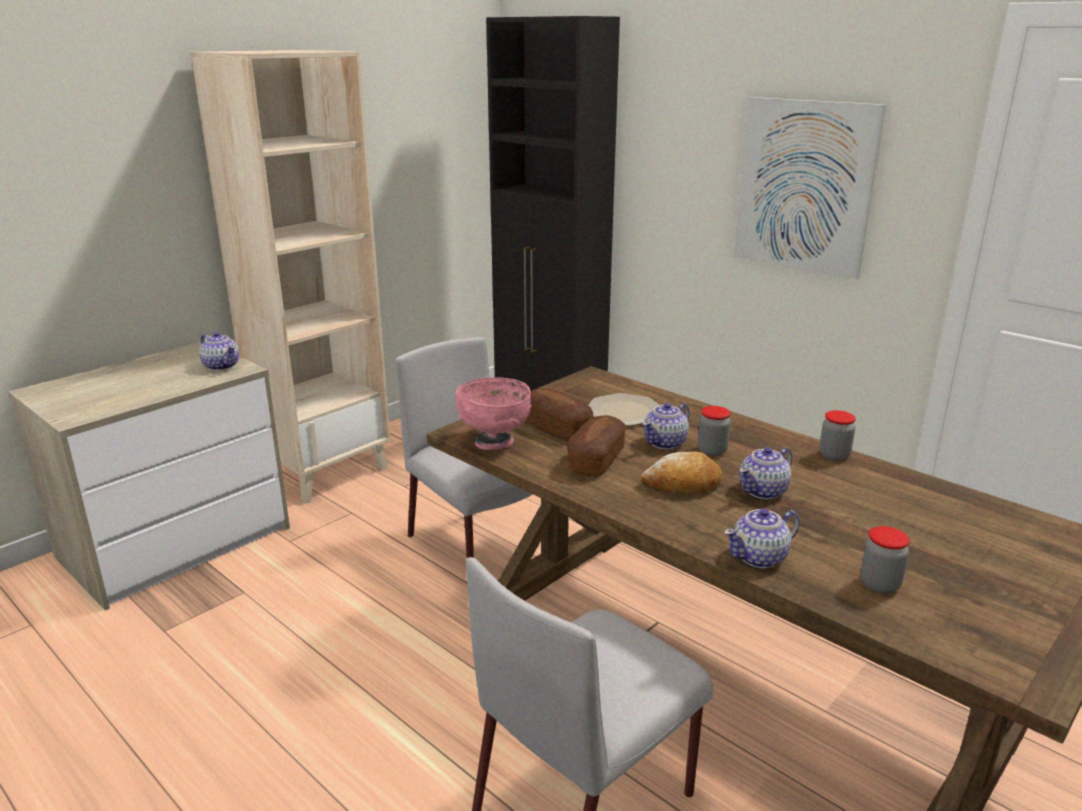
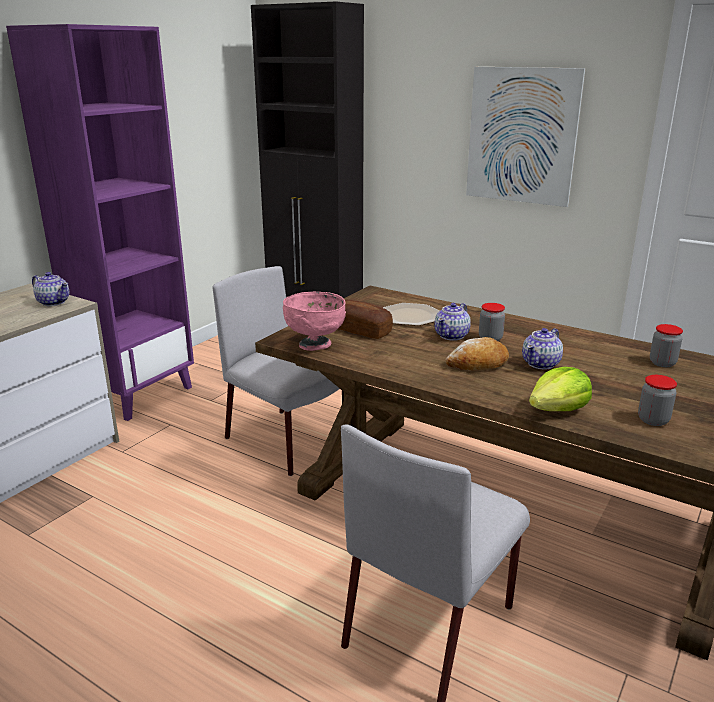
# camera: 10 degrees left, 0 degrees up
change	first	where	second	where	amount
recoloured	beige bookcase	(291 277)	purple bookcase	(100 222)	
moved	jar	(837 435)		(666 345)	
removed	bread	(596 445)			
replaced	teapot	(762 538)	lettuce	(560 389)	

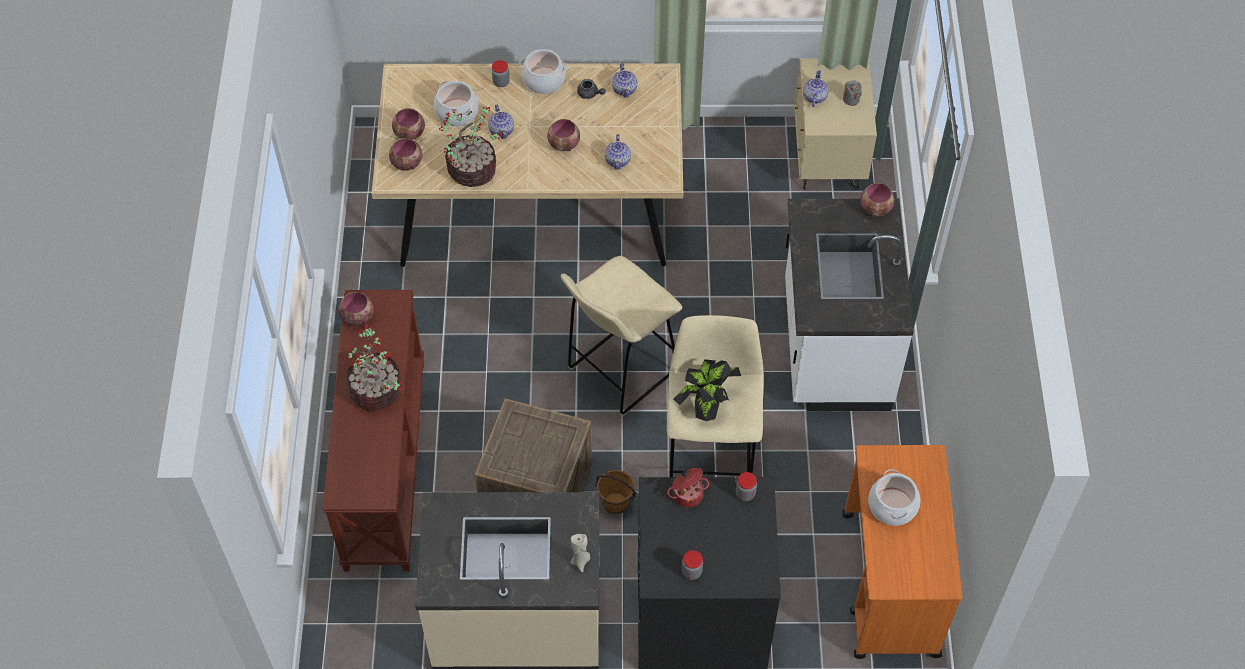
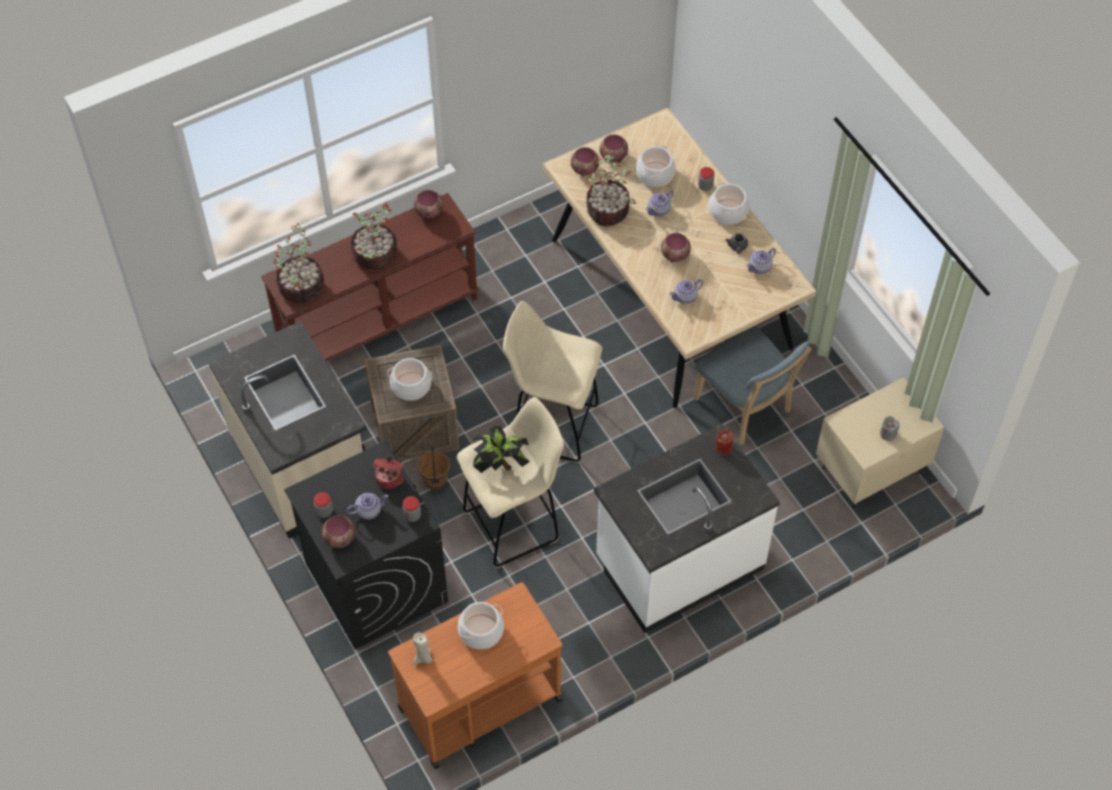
# camera: 60 degrees right, 0 degrees up
change	first	where	second	where	amount
moved	teapot	(815 88)		(367 506)	
moved	bowl	(877 199)		(339 531)	
moved	beige candle	(580 553)		(422 648)	
added			potted plant	(298 263)	
added			blue chair	(752 385)	
added			cooking pot	(409 379)	
added			red candle	(724 442)	

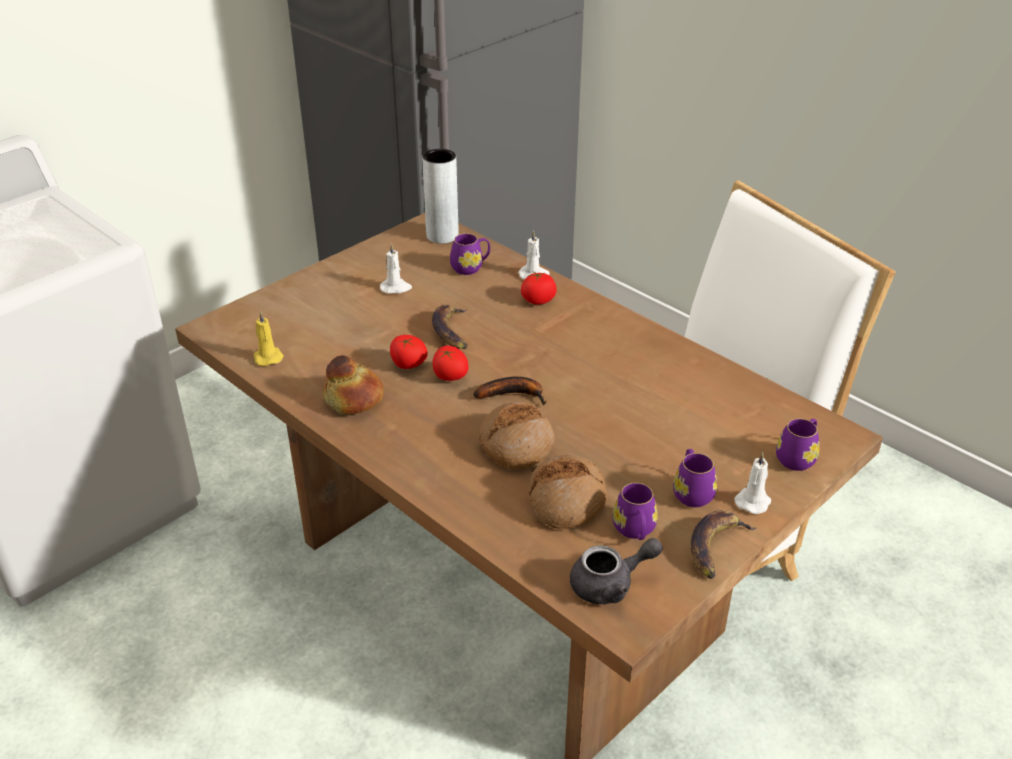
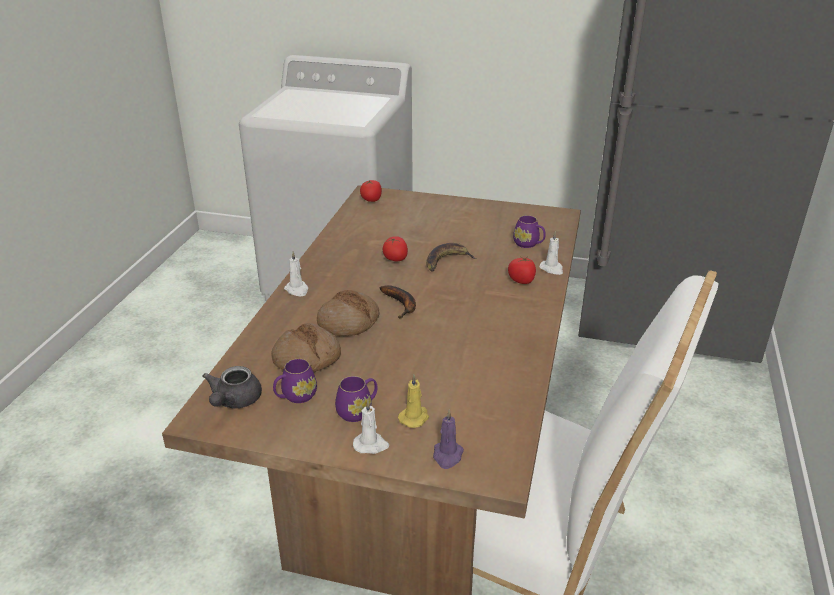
# camera: 60 degrees right, 5 degrees down
change	first	where	second	where	amount
removed	grey vase	(440 196)			
moved	white candle	(396 268)		(296 274)	
moved	yellow candle	(268 338)		(413 401)	
moved	tomato	(450 363)		(371 191)	
removed	bread	(353 384)			
replaced	purple mug	(797 444)	purple candle	(448 439)	
removed	banana	(723 544)			
turned	grey teapot	(616 571)		(232 387)	60 degrees clockwise

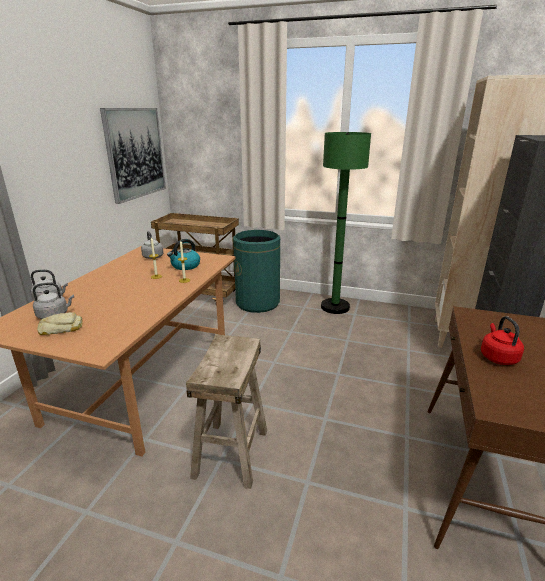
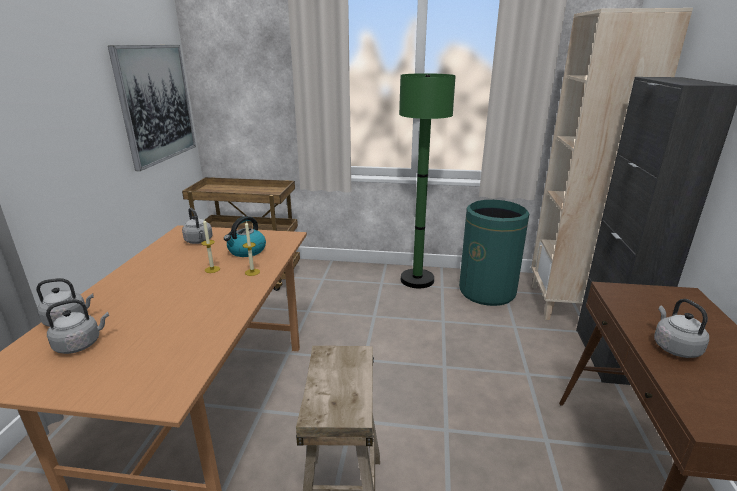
# camera: 10 degrees left, 0 degrees up
change	first	where	second	where	amount
moved	green trash can	(256 271)		(494 253)	
removed	bread	(60 323)			
recoloured	red kettle	(502 340)	grey kettle	(681 328)	

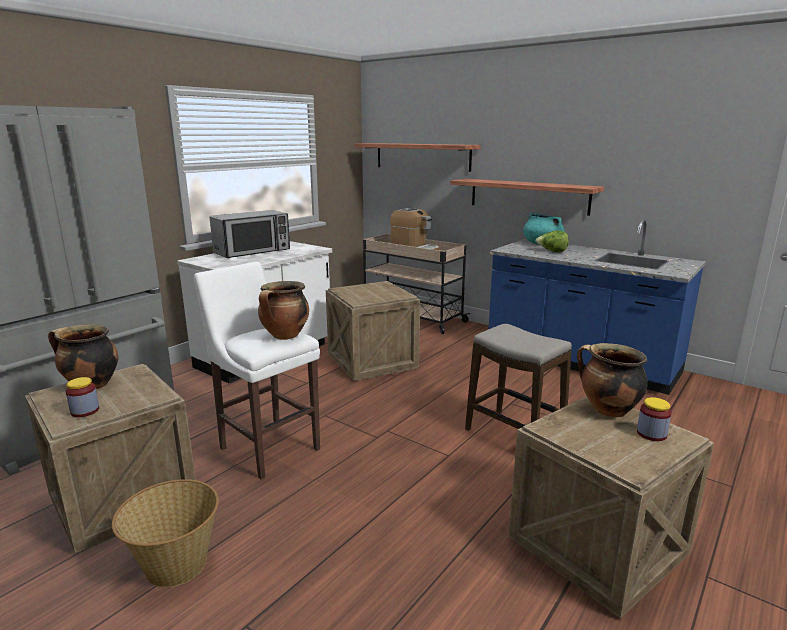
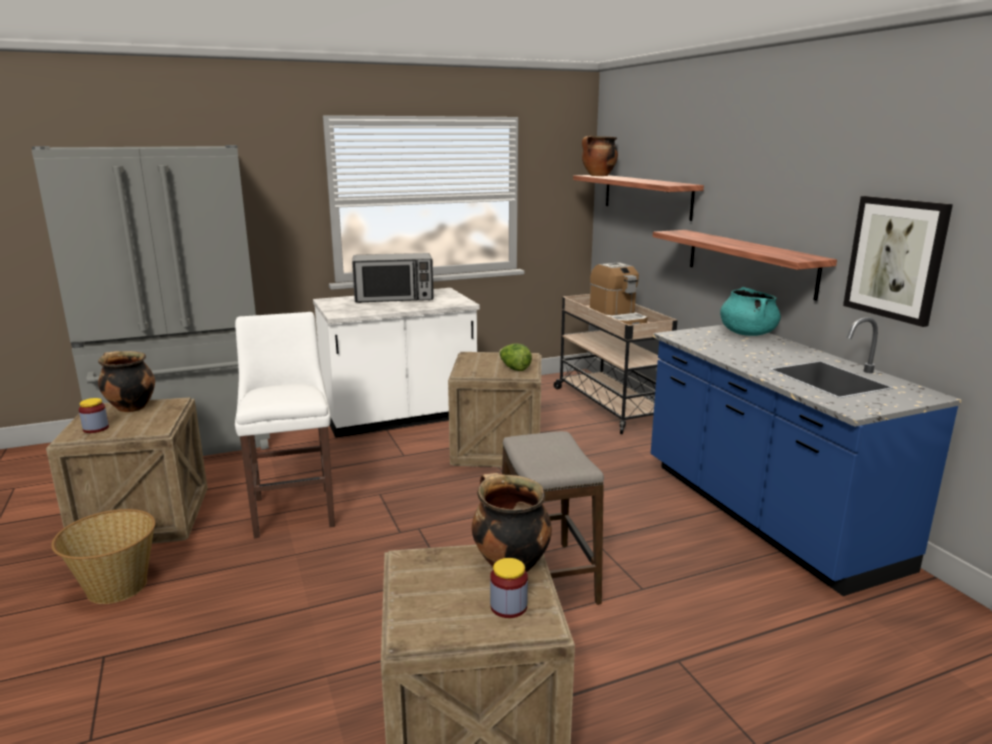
# camera: 30 degrees right, 0 degrees up
change	first	where	second	where	amount
moved	lettuce	(552 241)		(515 357)	
moved	cooking pot	(283 310)		(600 155)	
added			picture	(898 261)	

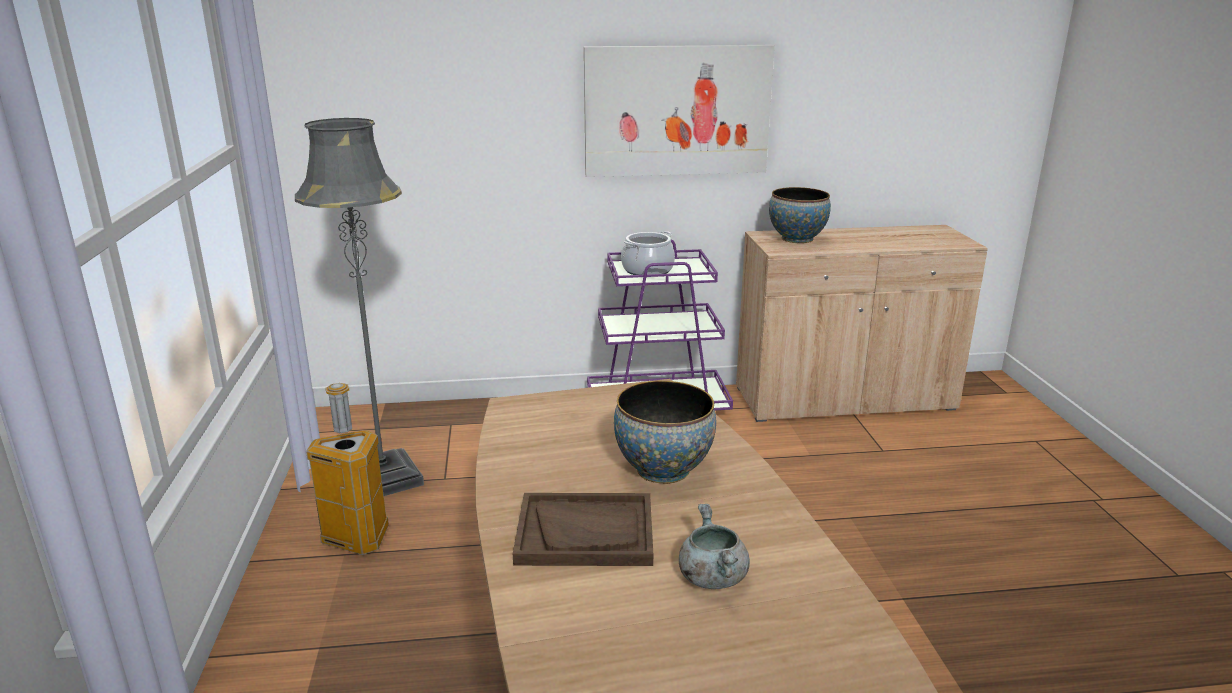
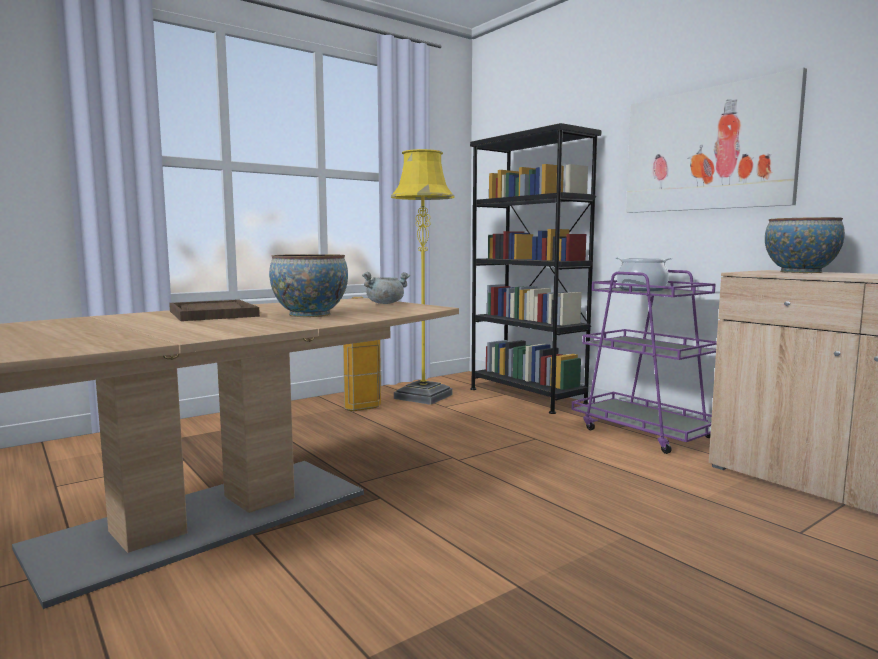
# camera: 60 degrees right, 15 degrees down
change	first	where	second	where	amount
recoloured	grey floor lamp	(359 307)	yellow floor lamp	(423 277)	
moved	grey cooking pot	(714 546)		(386 288)	
added			black bookcase	(536 268)	

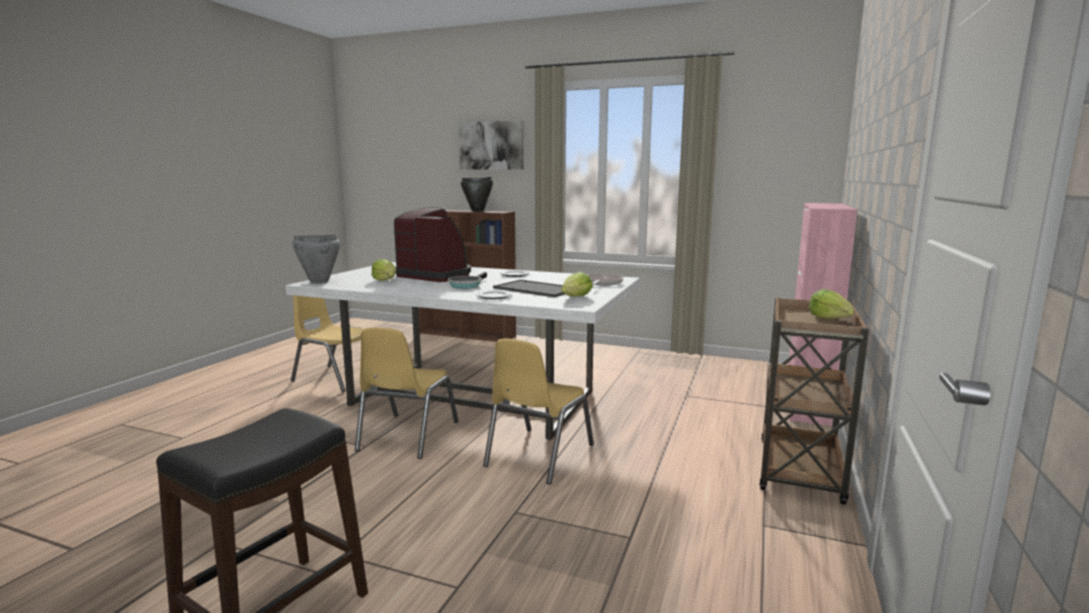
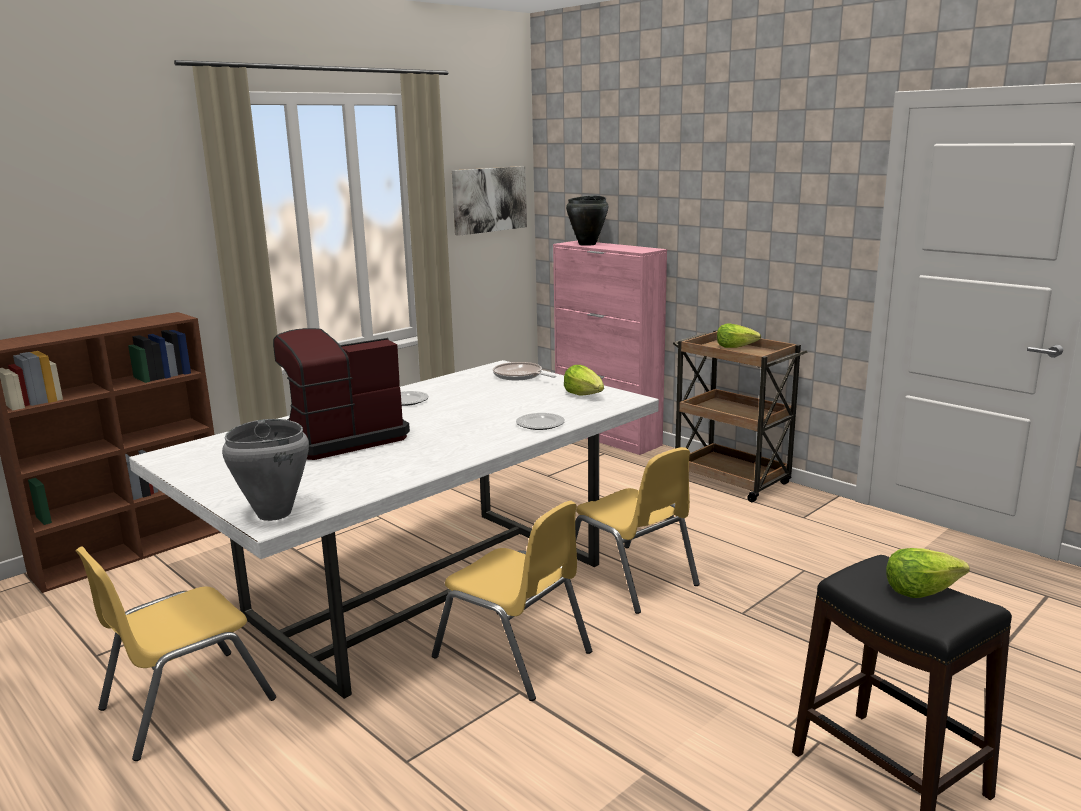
# camera: 65 degrees left, 5 degrees up
change	first	where	second	where	amount
moved	picture	(491 145)		(489 201)	
moved	black cooking pot	(477 194)		(587 220)	
moved	lettuce	(383 270)		(928 573)	
removed	frying pan	(467 280)			
removed	tray	(528 288)			

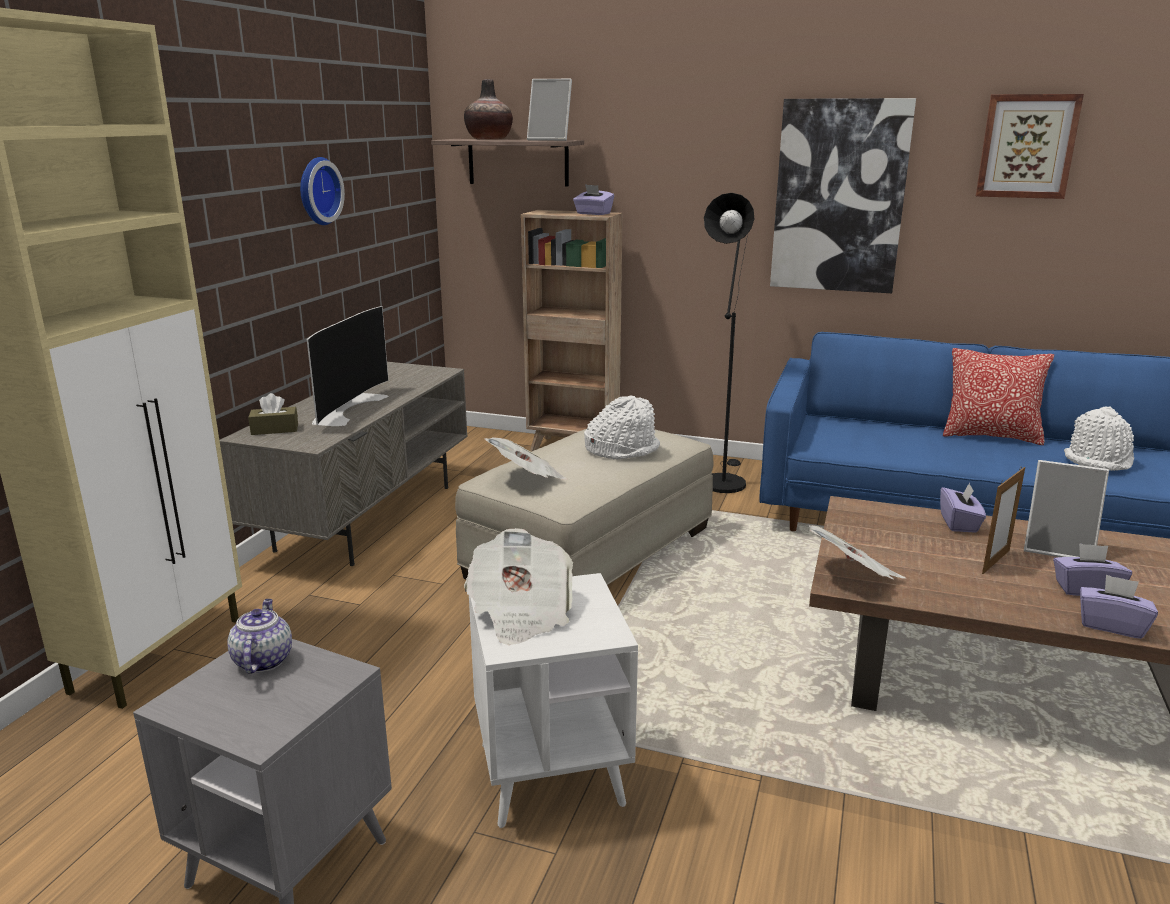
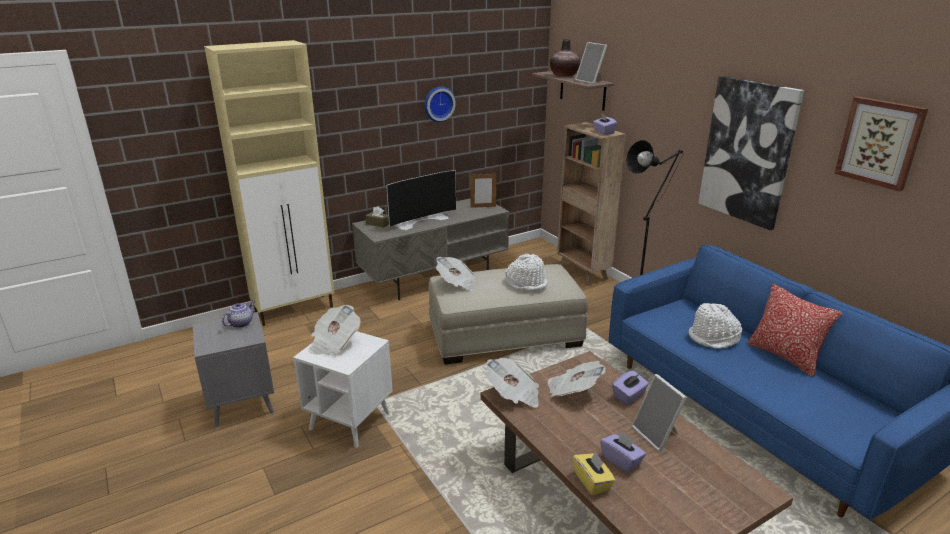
# camera: 40 degrees right, 5 degrees up
change	first	where	second	where	amount
moved	white hat	(1099 438)		(715 326)	
moved	picture frame	(1003 520)		(483 190)	
recoloured	purple tissue box	(1119 606)	yellow tissue box	(594 473)	
added			newspaper	(576 379)	

